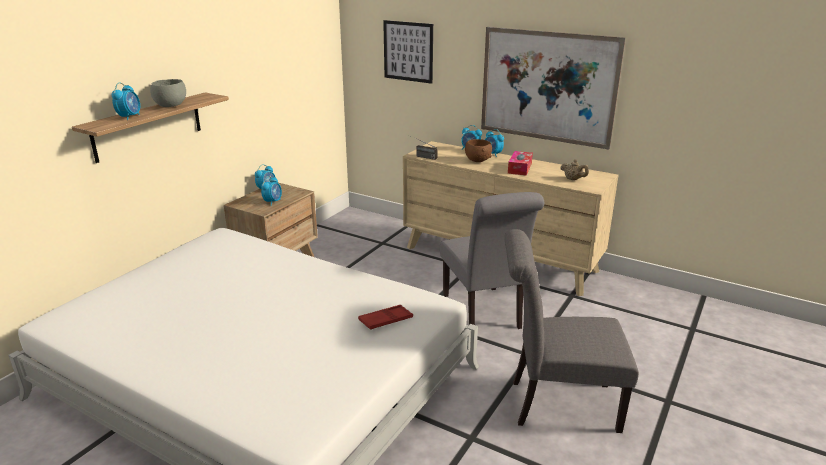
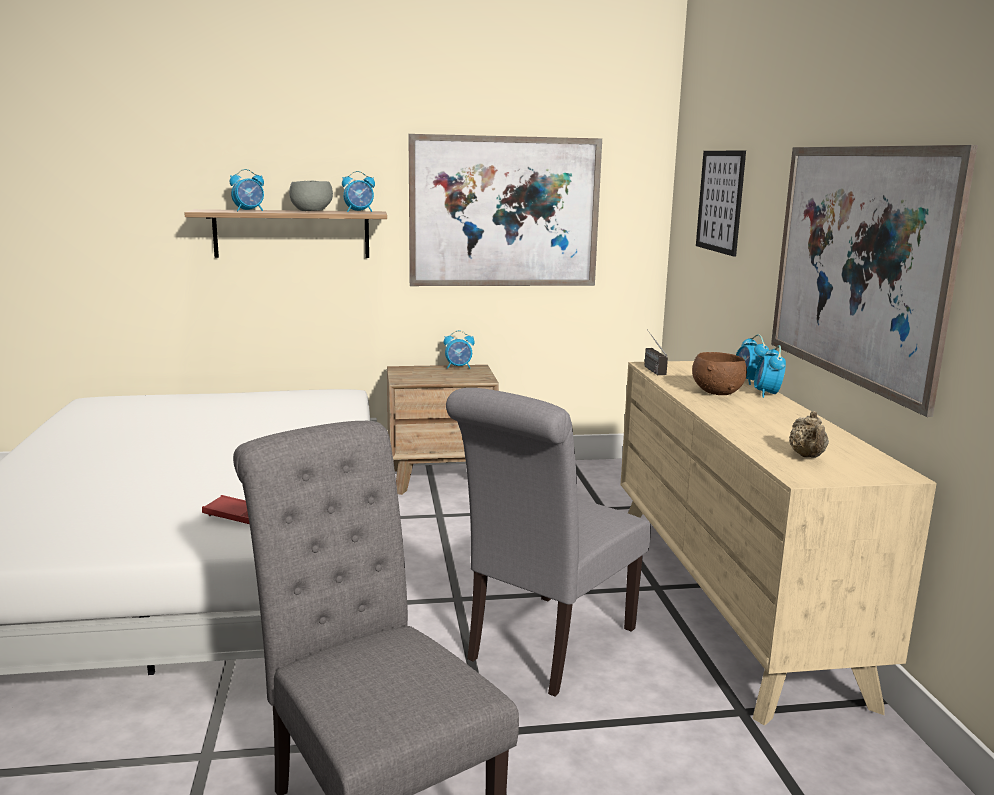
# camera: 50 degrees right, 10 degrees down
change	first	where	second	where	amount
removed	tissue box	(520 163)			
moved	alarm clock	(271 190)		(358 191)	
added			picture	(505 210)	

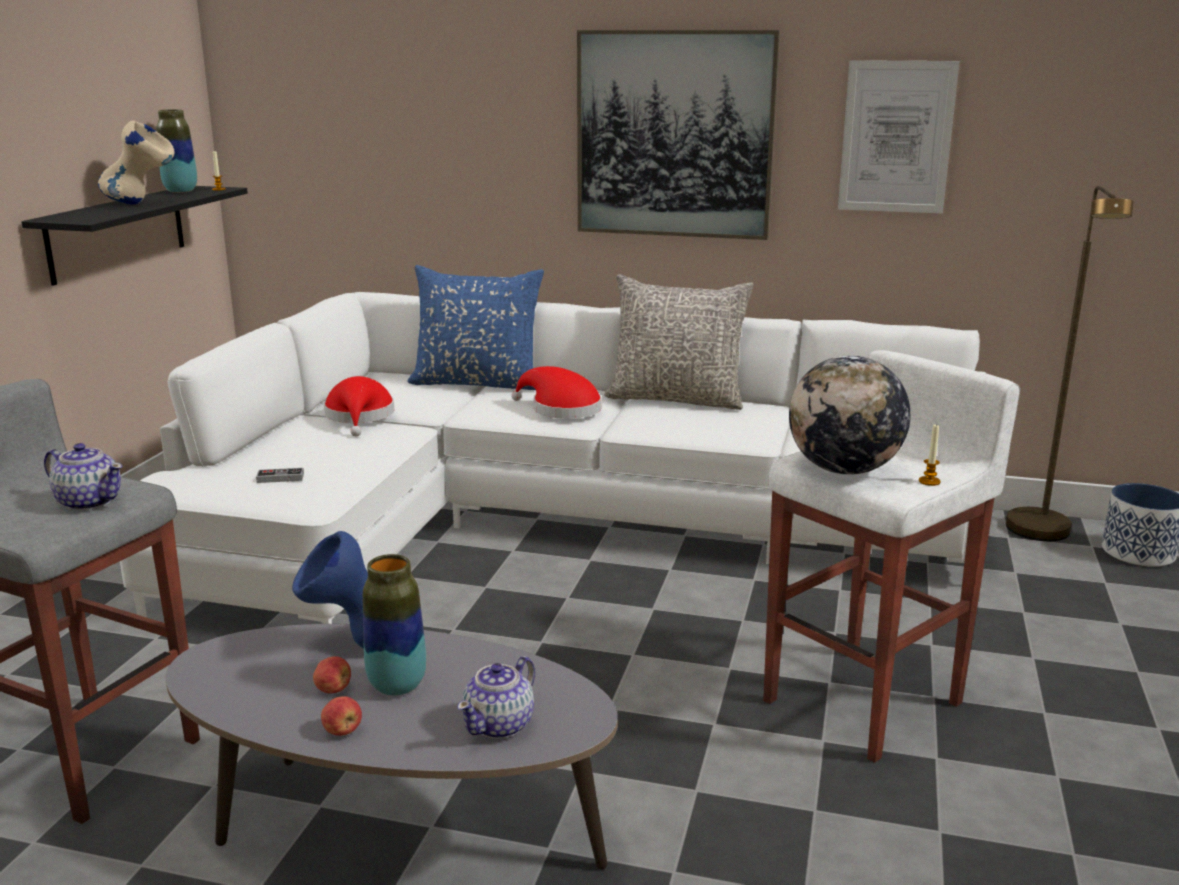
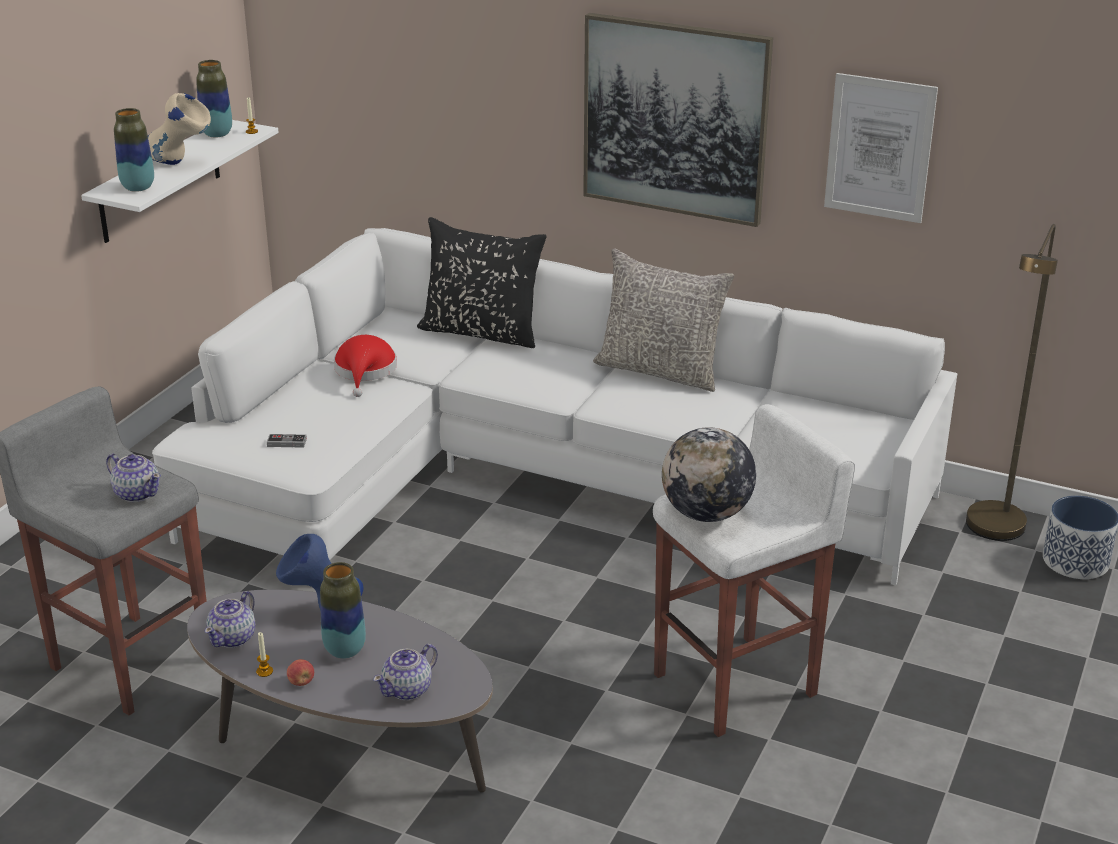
# camera: 10 degrees right, 10 degrees up
change	first	where	second	where	amount
recoloured	black shelf	(134 236)	white shelf	(180 181)	
recoloured	blue pillow	(475 327)	black pillow	(481 282)	
removed	red hat	(556 392)			
moved	candle	(929 454)		(264 654)	
removed	apple	(332 674)			
added			vase	(134 150)	
added			teapot	(230 619)	

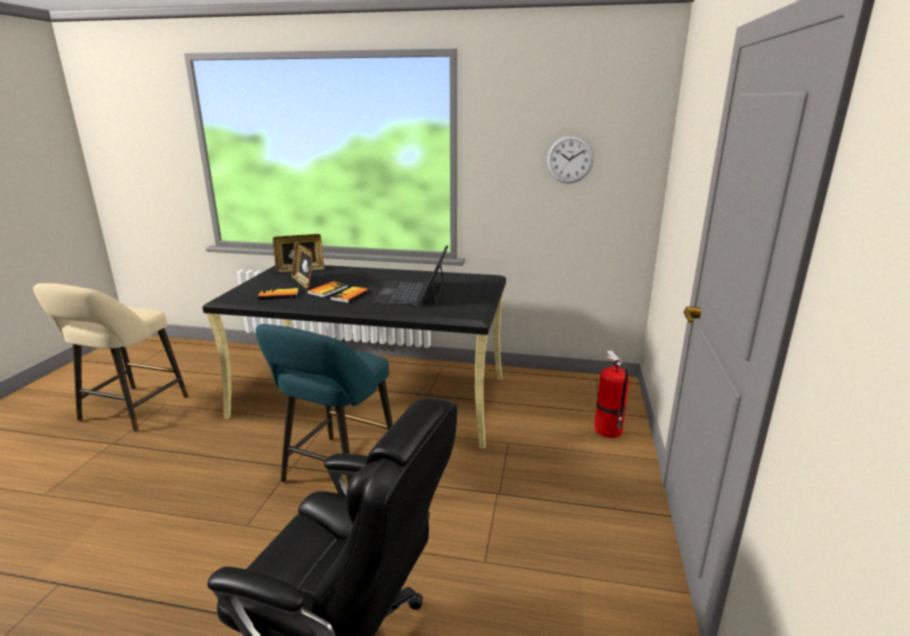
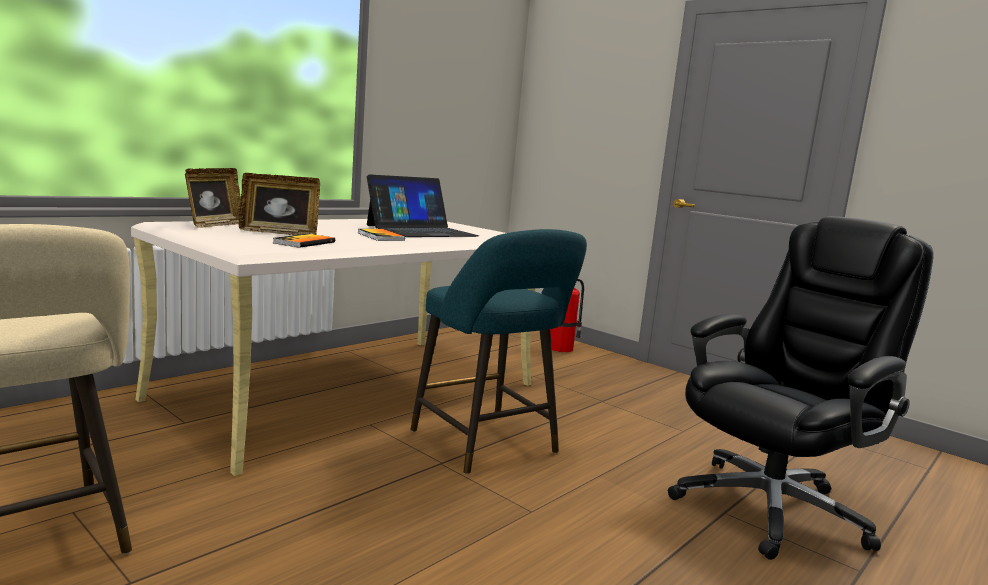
# camera: 60 degrees left, 10 degrees down
change	first	where	second	where	amount
removed	wall clock	(570 159)			
turned	laptop	(410 275)		(423 205)	75 degrees counterclockwise
recoloured	black desk	(354 357)	beige desk	(333 347)	
removed	book	(327 289)			

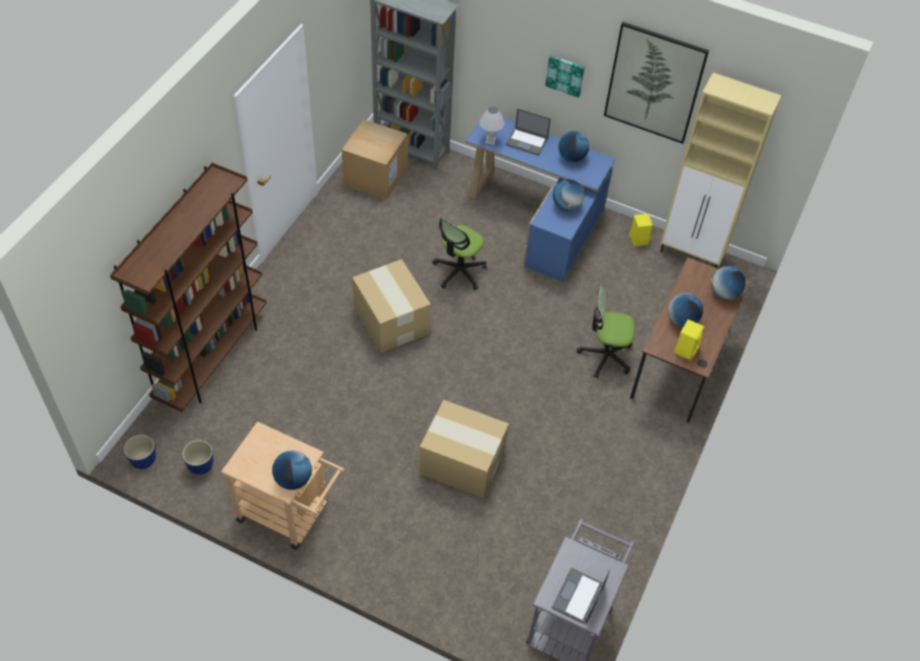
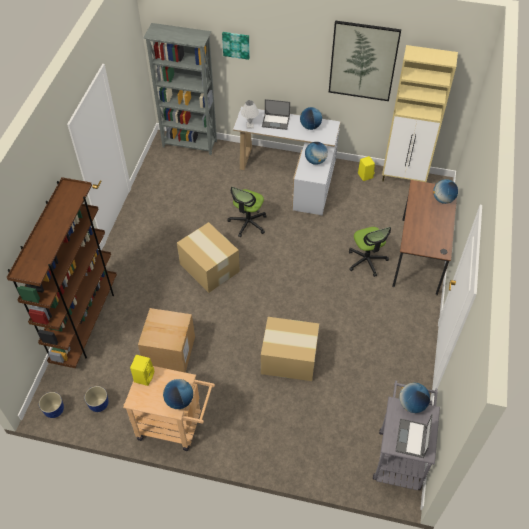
# camera: 10 degrees left, 0 degrees up
change	first	where	second	where	amount
moved	picture	(565 76)		(236 46)	
recoloured	blue desk	(541 200)	white desk	(286 161)	
moved	cardboard box	(374 159)		(166 340)	
turned	office chair	(606 332)		(370 252)	105 degrees counterclockwise
moved	globe	(685 310)		(414 397)	
moved	yellow speaker	(689 339)		(142 370)	

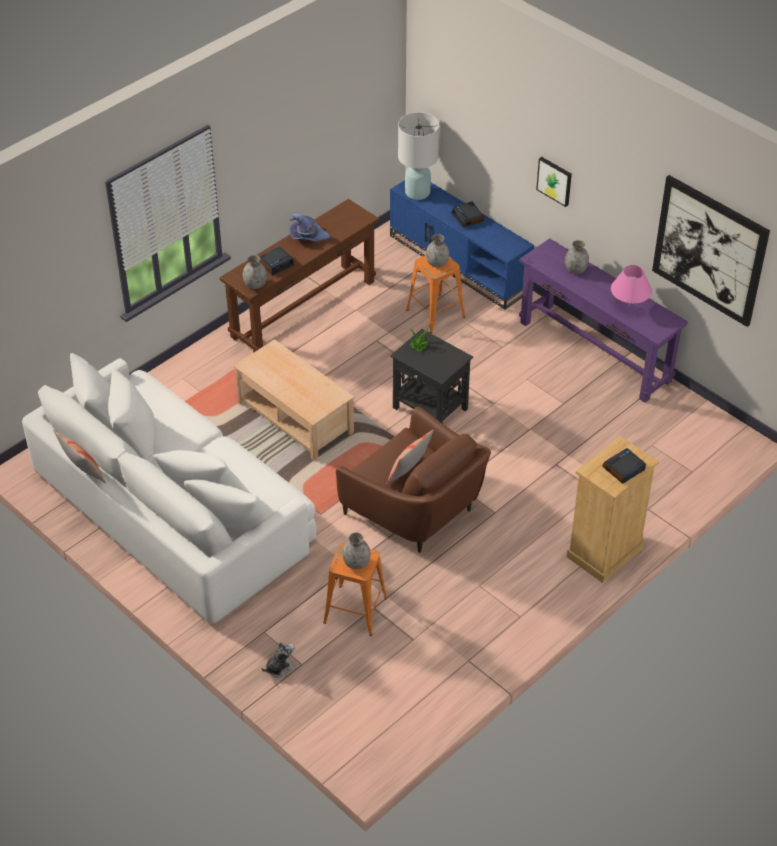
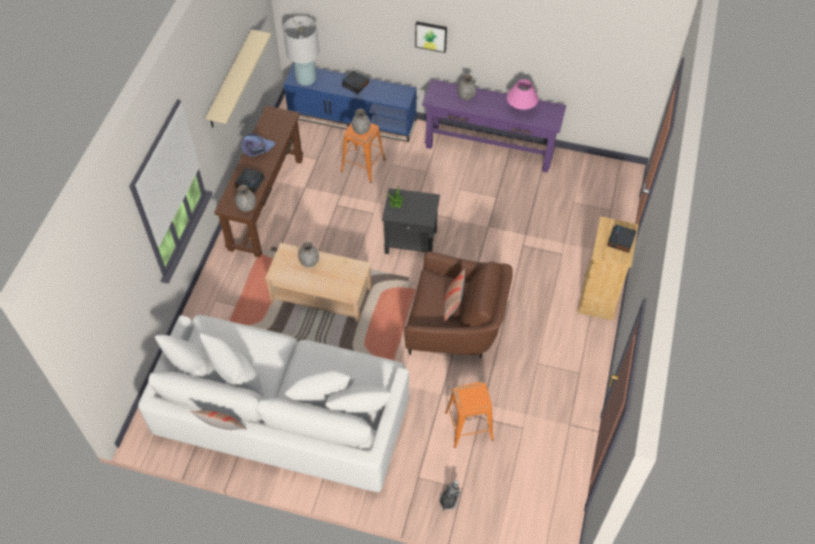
# camera: 30 degrees left, 10 degrees up
change	first	where	second	where	amount
removed	picture	(711 251)			
moved	grey vase	(356 551)		(308 254)	
added			beige shelf	(238 79)	

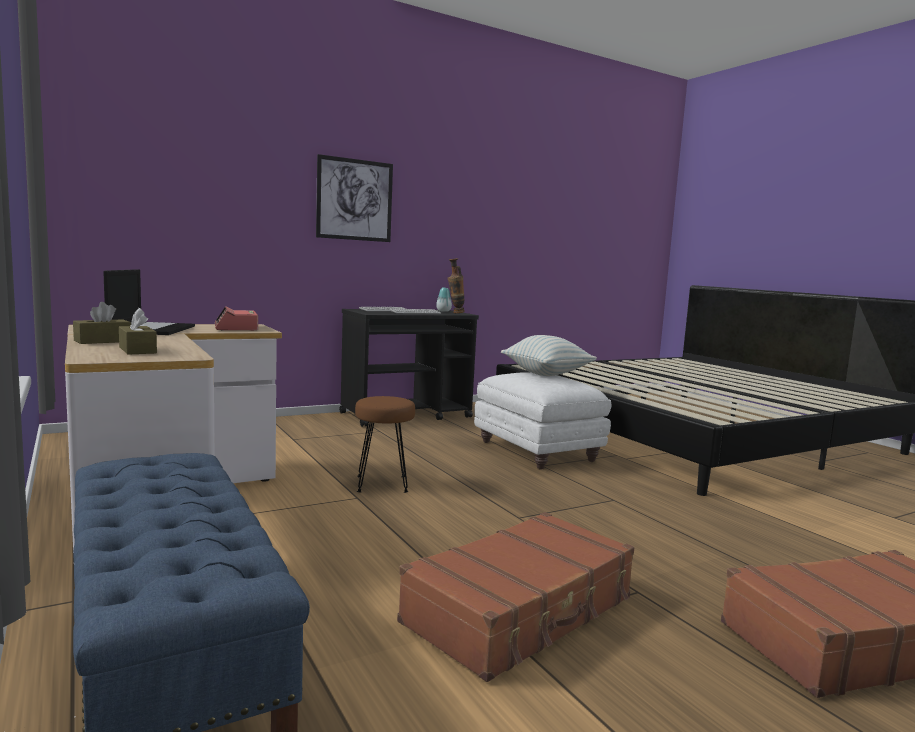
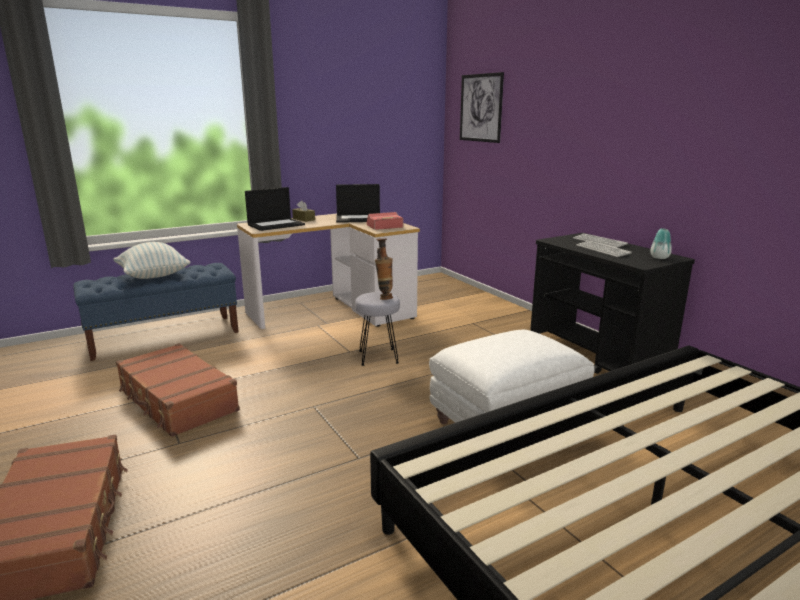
# camera: 90 degrees right, 10 degrees up
change	first	where	second	where	amount
moved	picture	(354 198)		(482 107)	
moved	vase	(456 285)		(384 269)	
replaced	brown tissue box	(138 331)	laptop	(275 209)	
moved	pillow	(549 355)		(151 260)	
recoloured	brown stool	(385 444)	grey stool	(377 329)	

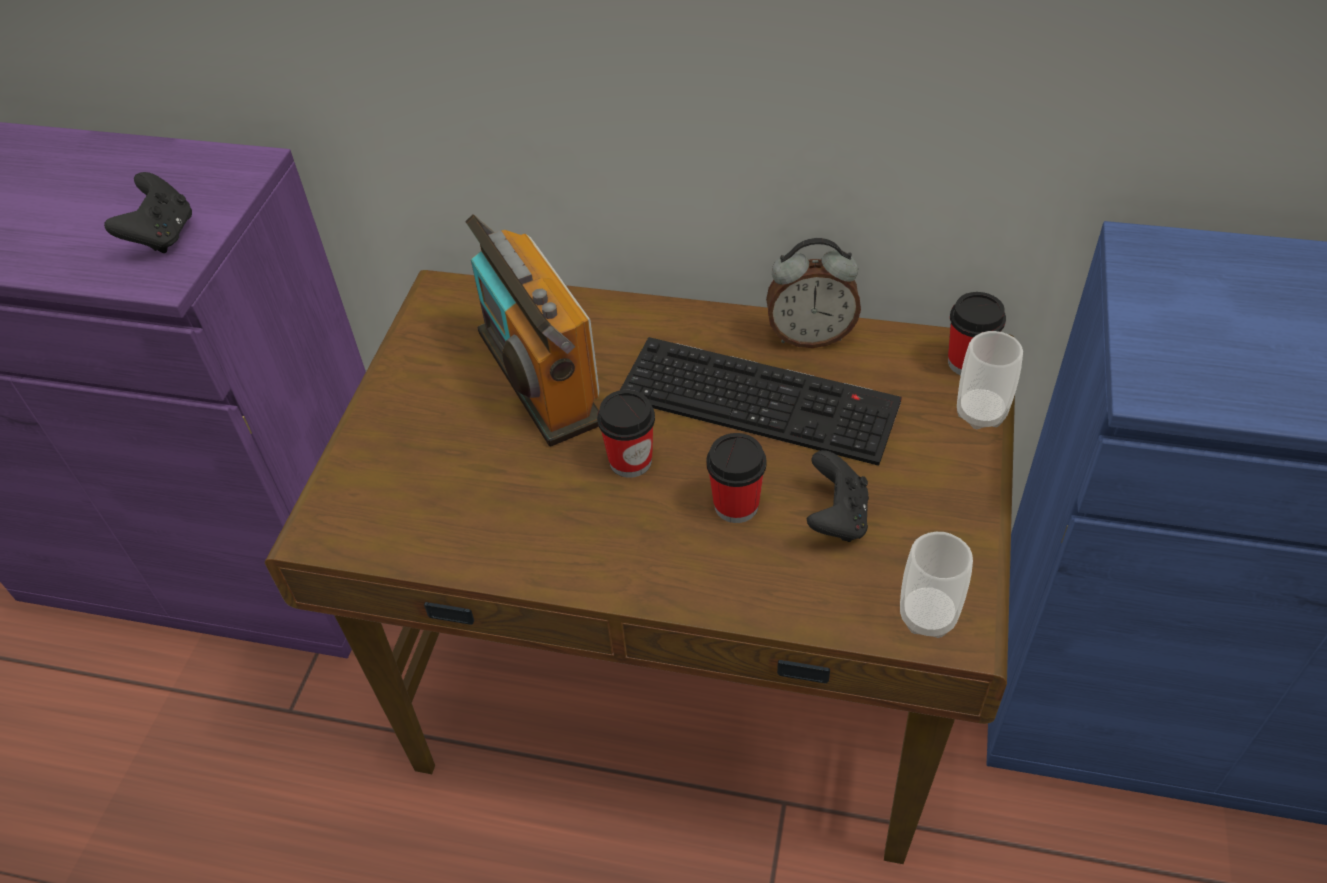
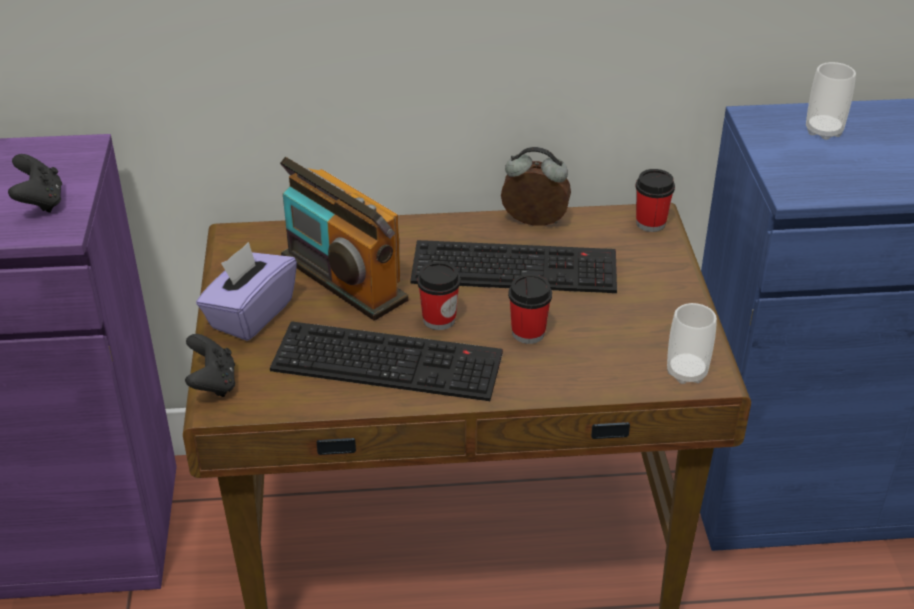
# camera: 20 degrees left, 10 degrees down
change	first	where	second	where	amount
turned	alarm clock	(813 293)		(536 186)	150 degrees counterclockwise
moved	cup	(990 380)		(831 101)	
moved	black game controller	(838 496)		(210 365)	
added			purple tissue box	(246 291)	
added			keyboard	(386 361)	

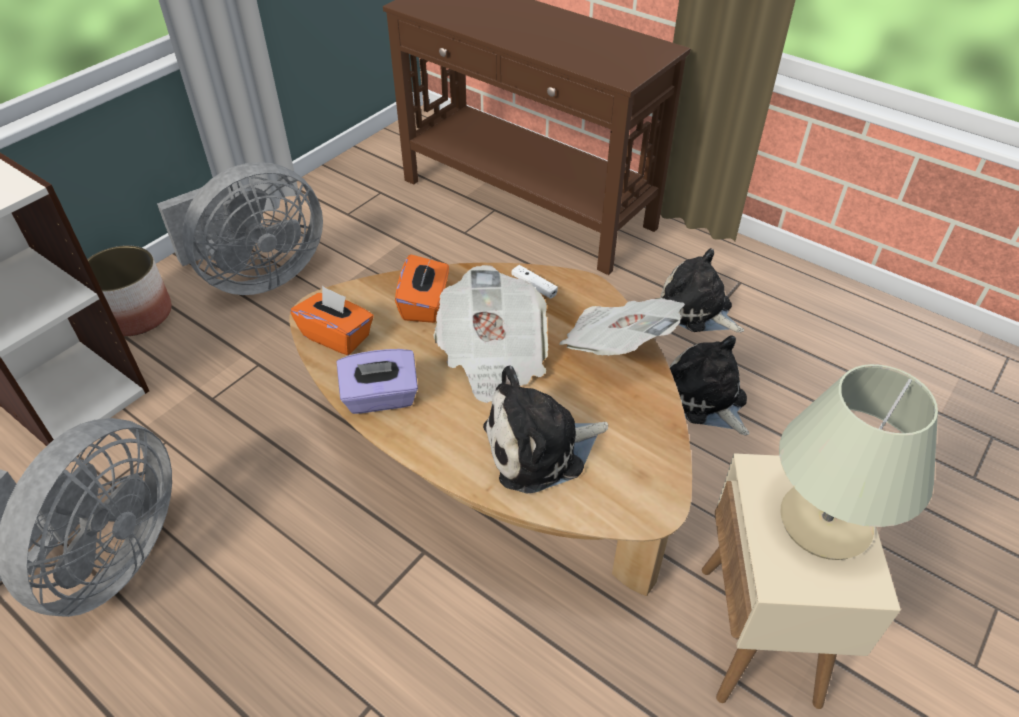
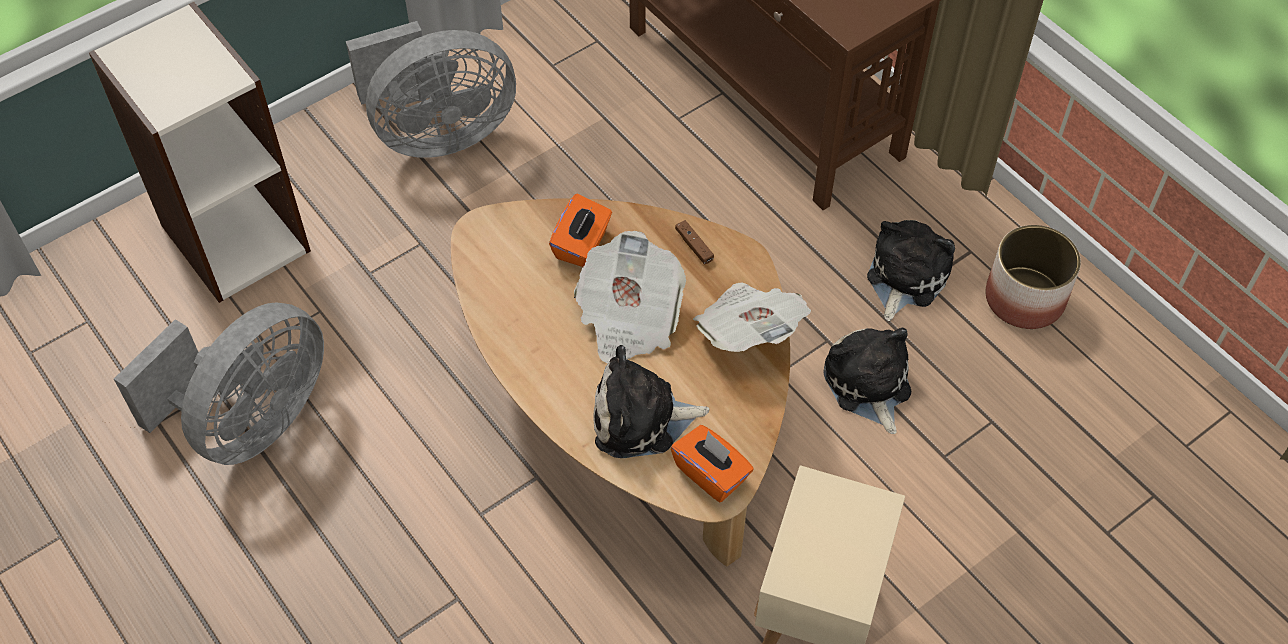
# camera: 15 degrees right, 10 degrees up
change	first	where	second	where	amount
moved	planter	(129 291)		(1033 277)	
turned	plush toy	(702 290)		(911 270)	60 degrees clockwise
recoloured	white game controller	(534 282)	brown game controller	(694 242)	
moved	orange tissue box	(332 320)		(712 464)	
removed	purple tissue box	(377 381)			
removed	beige table lamp	(858 462)			

